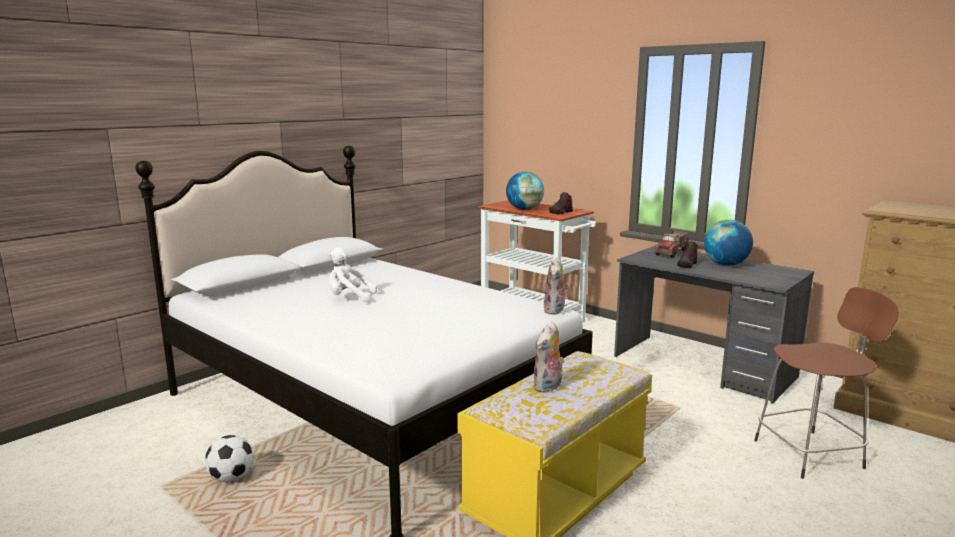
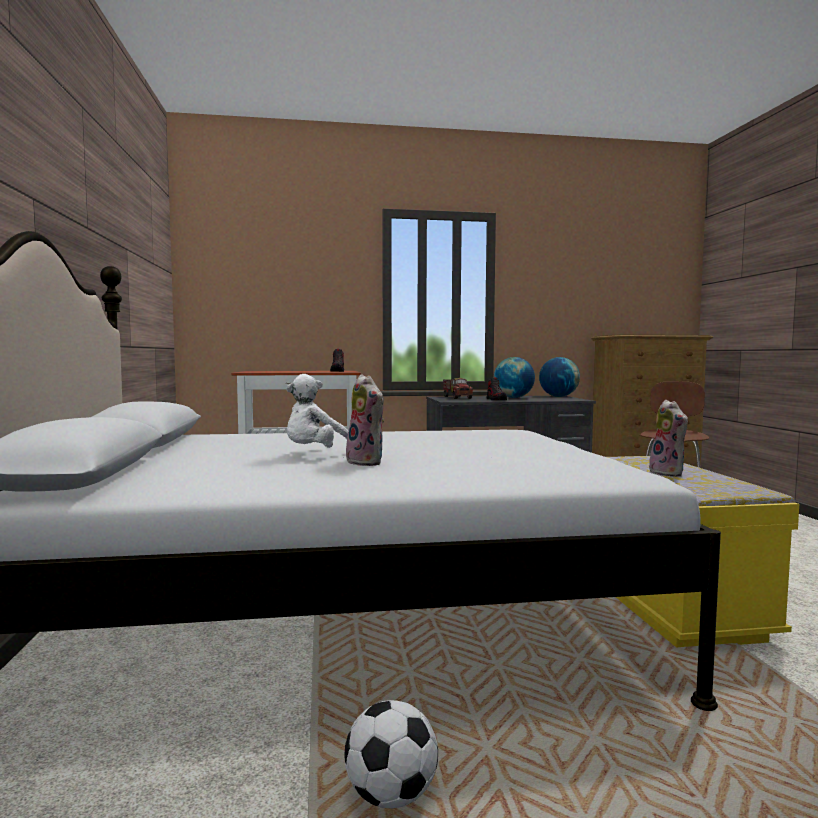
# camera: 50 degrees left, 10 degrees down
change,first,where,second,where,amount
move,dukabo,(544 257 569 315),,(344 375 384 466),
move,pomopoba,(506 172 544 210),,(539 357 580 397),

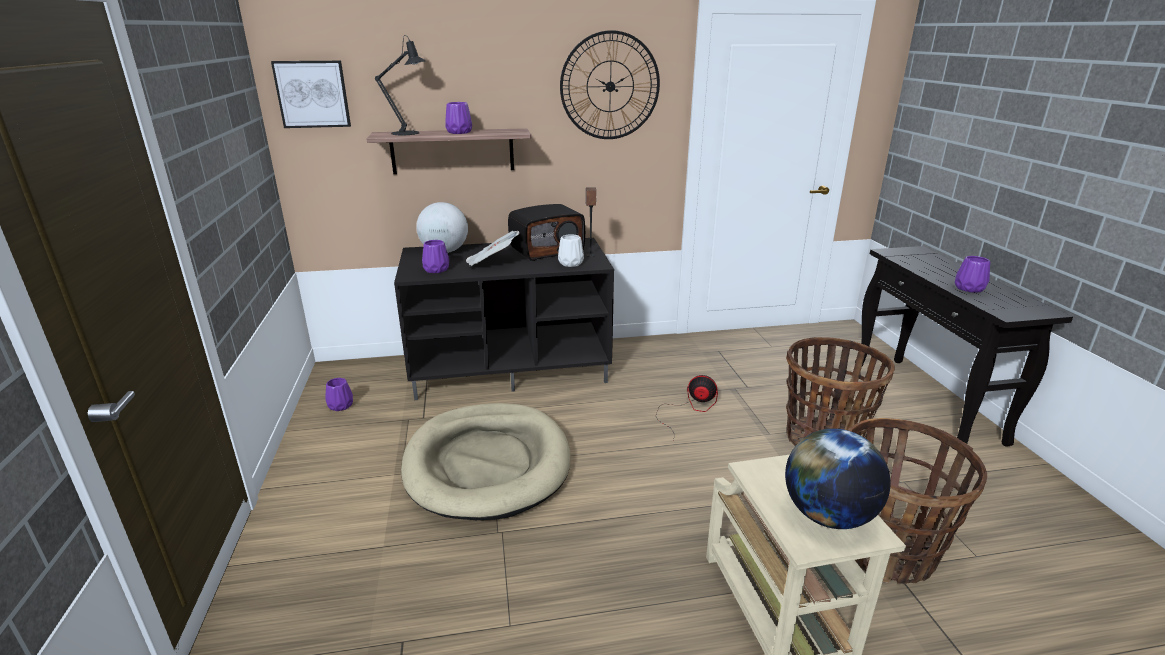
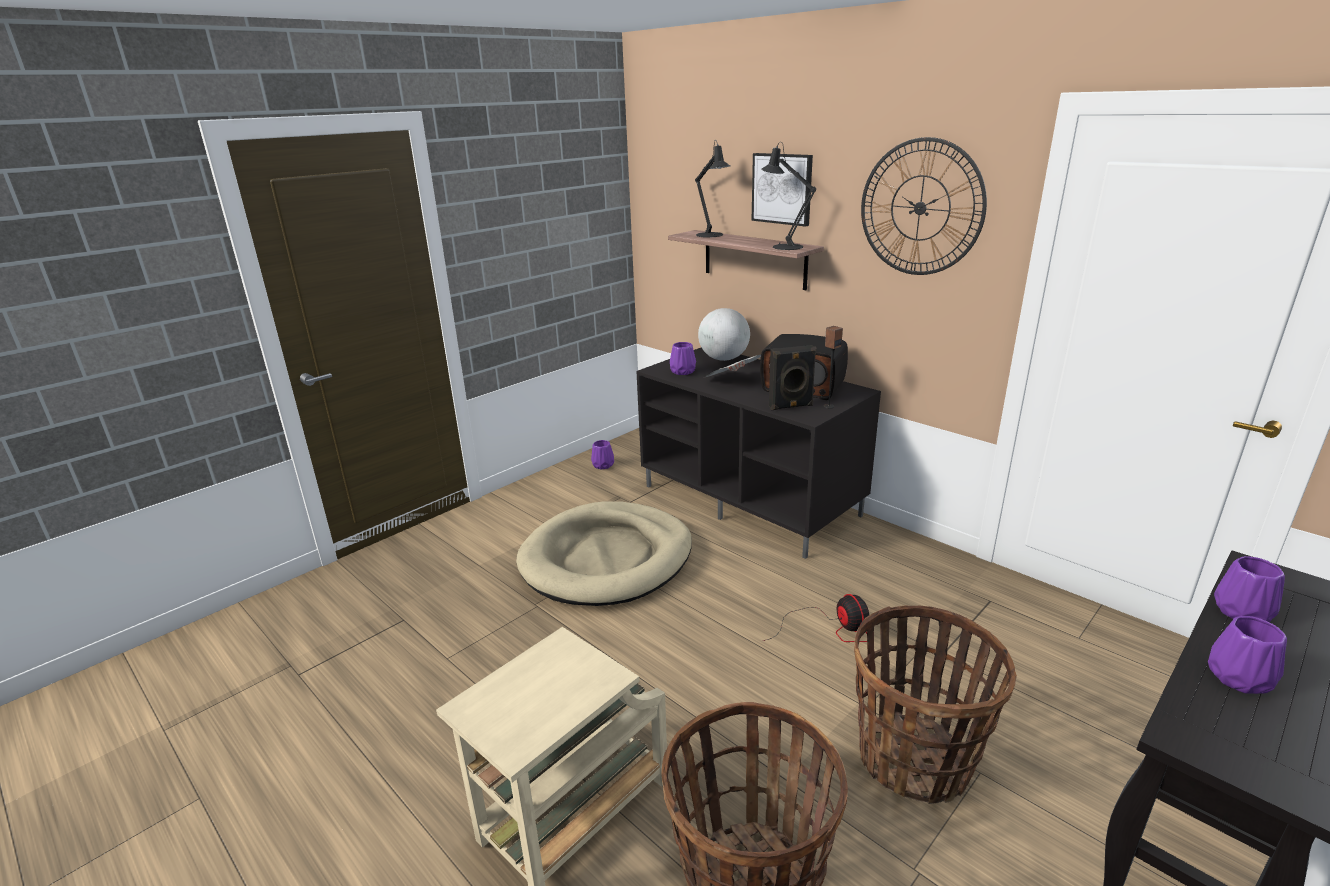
# camera: 55 degrees right, 0 degrees up
change,first,where,second,where,amount
move,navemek,(271 61 351 128),,(752 153 813 227),
insert,,,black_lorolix,(761 142 816 250),
replace,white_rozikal,(558 234 584 267),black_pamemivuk,(769 345 817 410),
move,purple_rozikal,(445 102 472 134),,(1214 556 1285 622),
delete,pomopoba,(785 428 891 529),,,

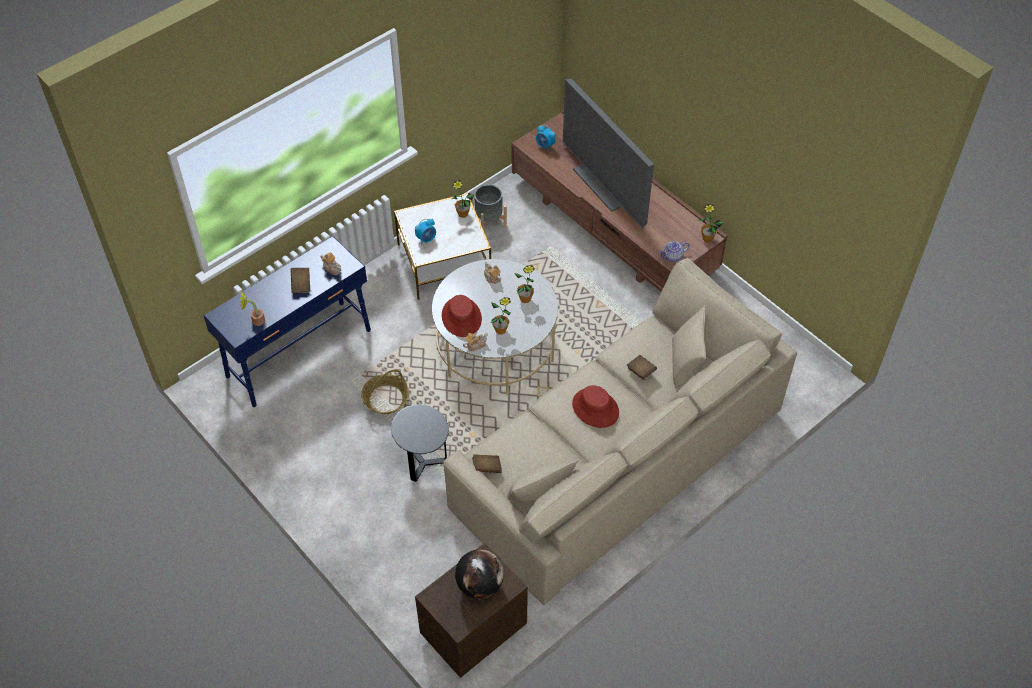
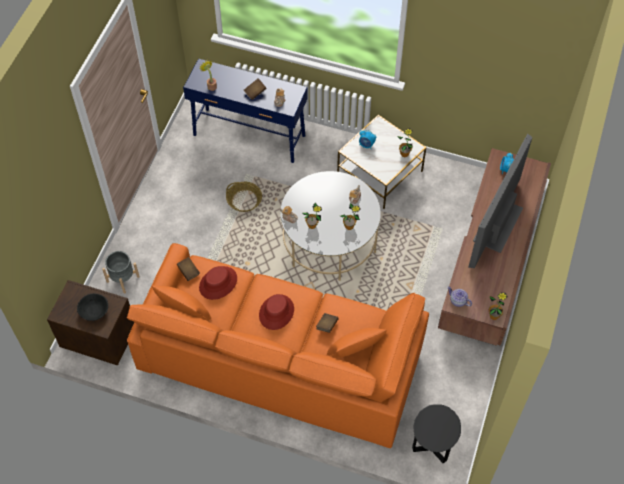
# camera: 60 degrees right, 5 degrees up
change,first,where,second,where,amount
replace,pomopoba,(455 549 504 599),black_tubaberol,(77 293 108 321),
move,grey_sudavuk,(471 184 507 230),,(102 251 140 293),
recolor,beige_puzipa,(443 258 797 605),orange_puzipa,(127 243 429 448),
move,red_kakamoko,(442 295 482 337),,(199 266 237 300),
move,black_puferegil,(391 404 449 482),,(412 404 461 463),

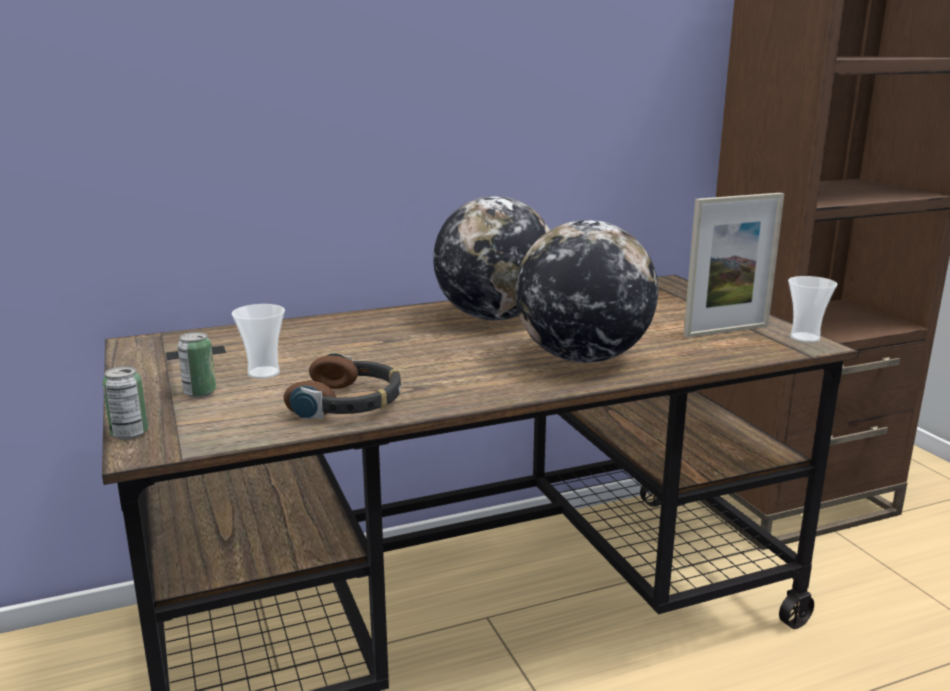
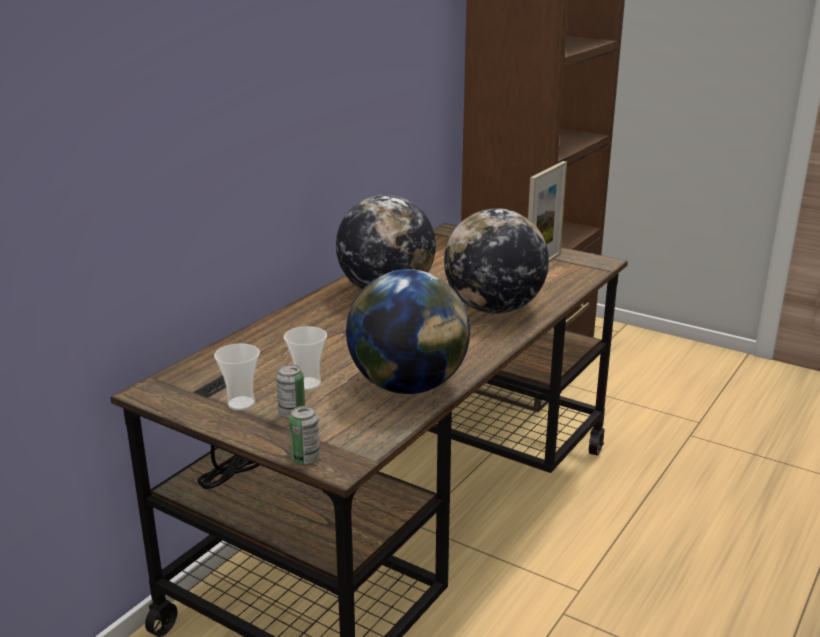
# camera: 35 degrees left, 5 degrees up
change,first,where,second,where,amount
move,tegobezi,(788 276 838 343),,(214 343 260 411),
replace,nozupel,(284 353 401 420),pomopoba,(346 269 470 394),

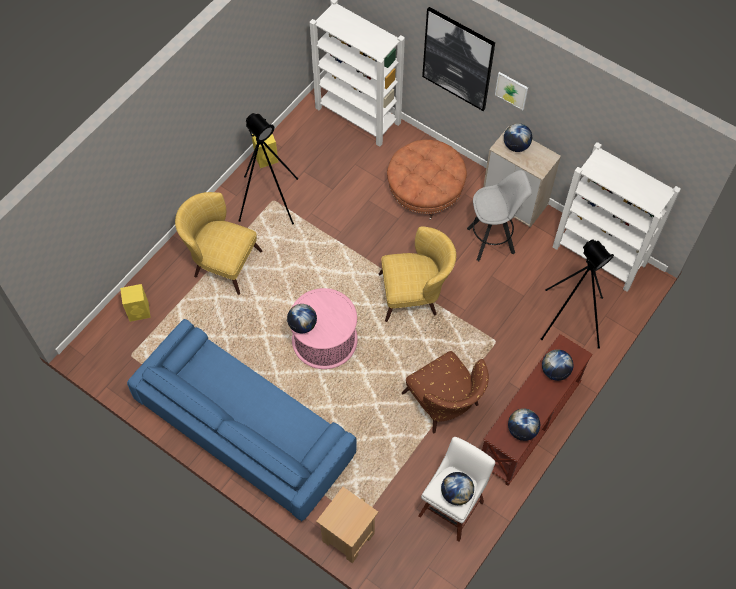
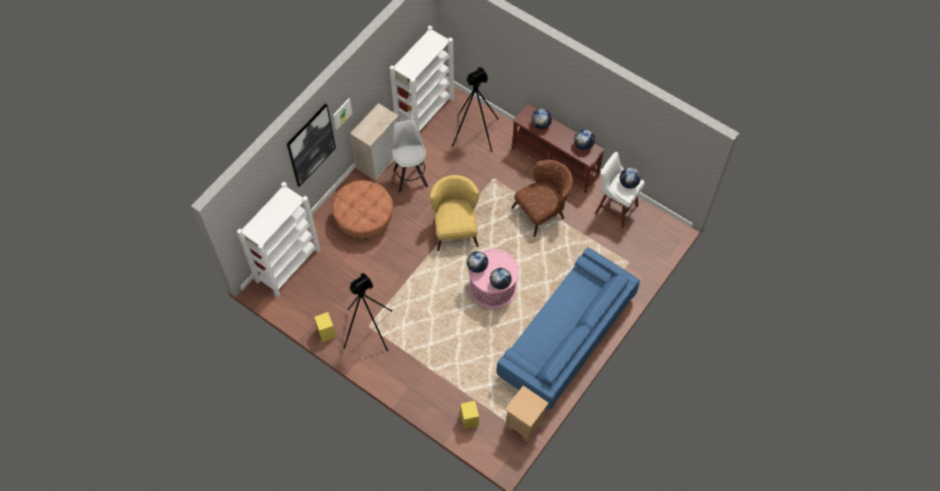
# camera: 90 degrees left, 0 degrees up
change,first,where,second,where,amount
move,pomopoba,(504 123 532 152),,(467 251 488 273),
move,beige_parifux,(316 487 378 563),,(505 386 549 442),
delete,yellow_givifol,(175 192 262 295),,,

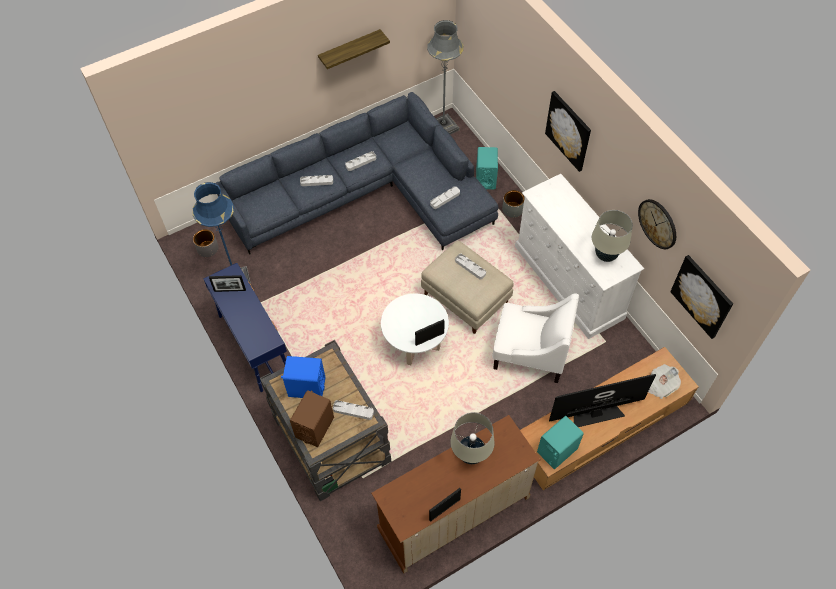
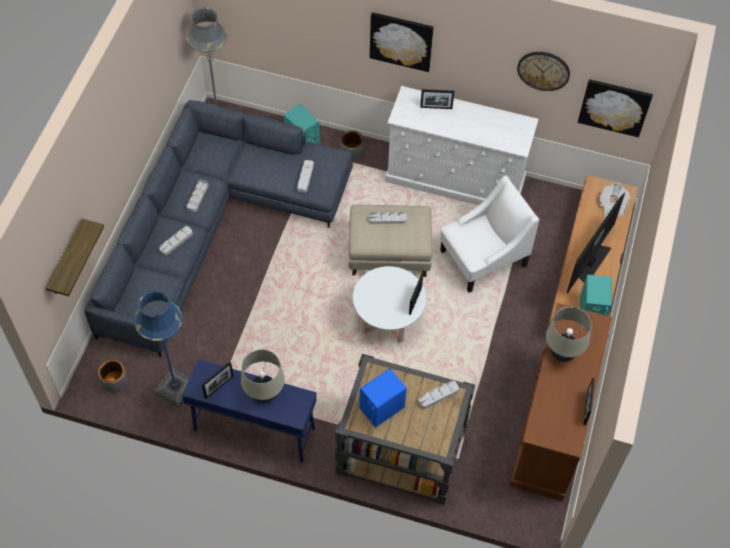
# camera: 45 degrees left, 0 degrees up
change,first,where,second,where,amount
move,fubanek,(318 29 390 69),,(46 219 104 296),
move,beige_lorolix,(592 210 633 262),,(241 350 285 404),
insert,,,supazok,(420 89 454 109),
delete,brown_pamemivuk,(290 390 334 447),,,

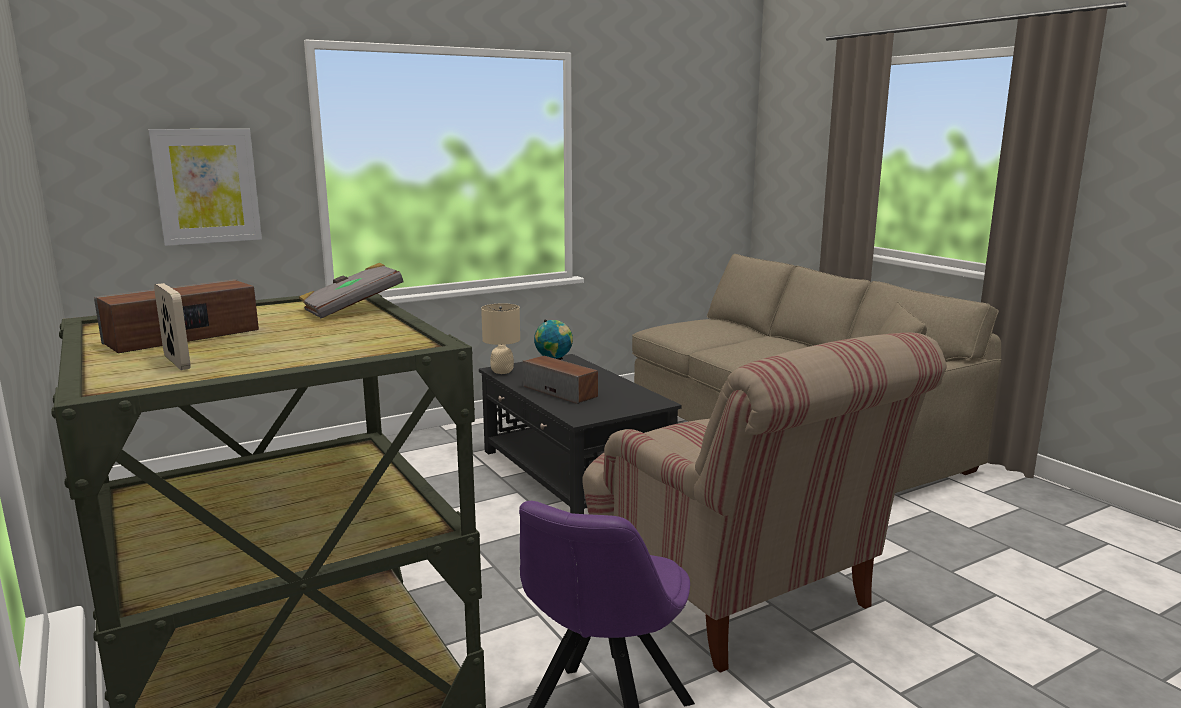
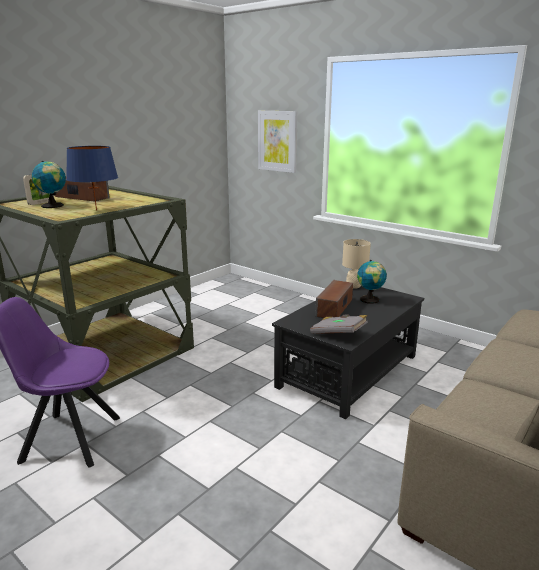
# camera: 70 degrees right, 5 degrees up
change,first,where,second,where,amount
insert,,,pomopoba,(32 161 66 208),
insert,,,blue_lorolix,(66 146 118 211),
move,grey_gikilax,(299 262 403 318),,(310 314 368 334),
delete,beige_givifol,(582 333 947 673),,,

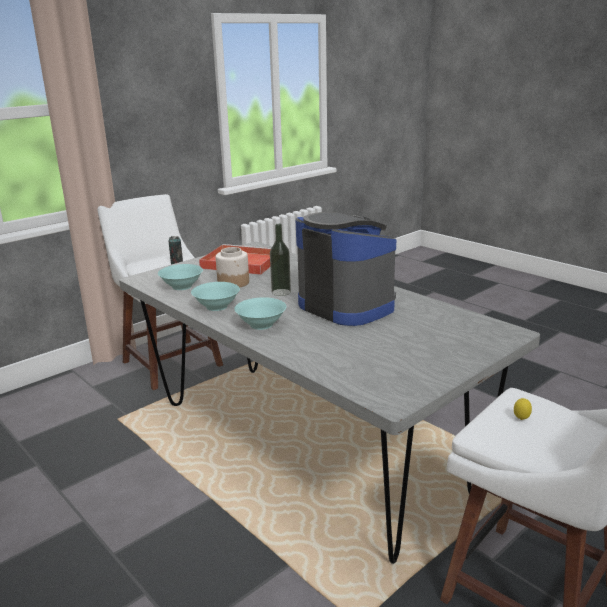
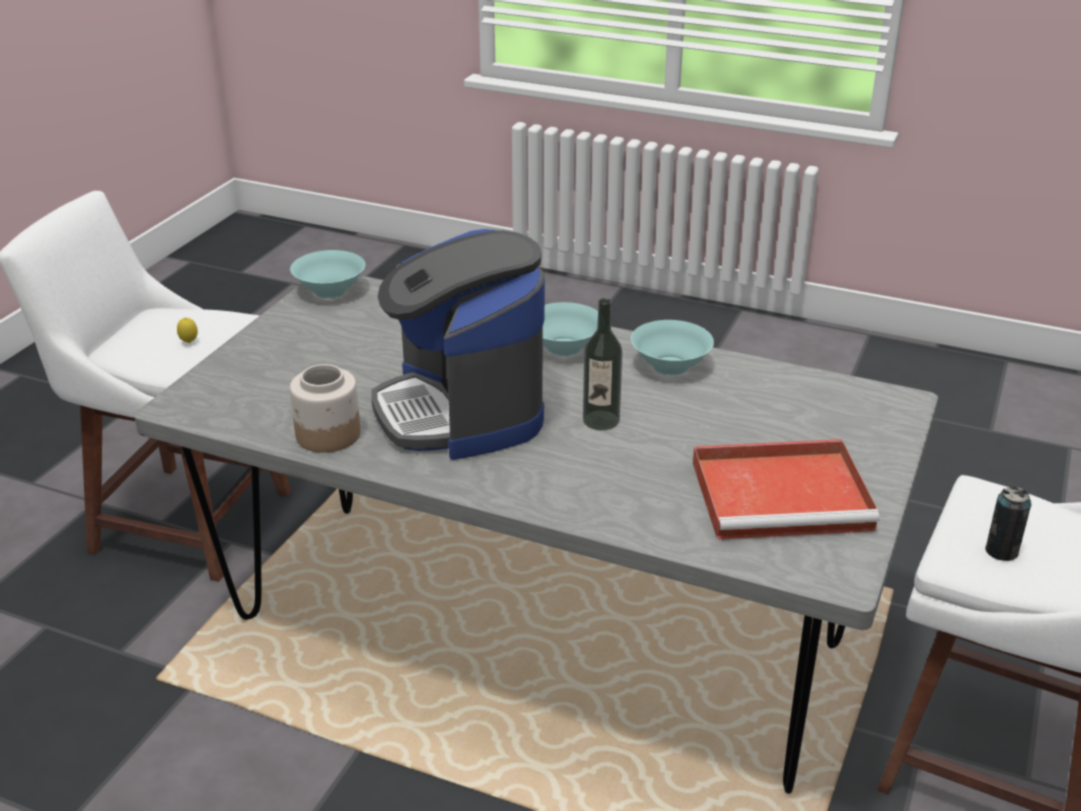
# camera: 155 degrees right, 10 degrees up
change,first,where,second,where,amount
move,turquoise_tubaberol,(158 264 203 290),,(290 250 365 299),
move,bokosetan,(216 247 249 287),,(290 364 360 453),
rotate,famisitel,(296 212 396 326),,(371 229 545 460),45 degrees clockwise

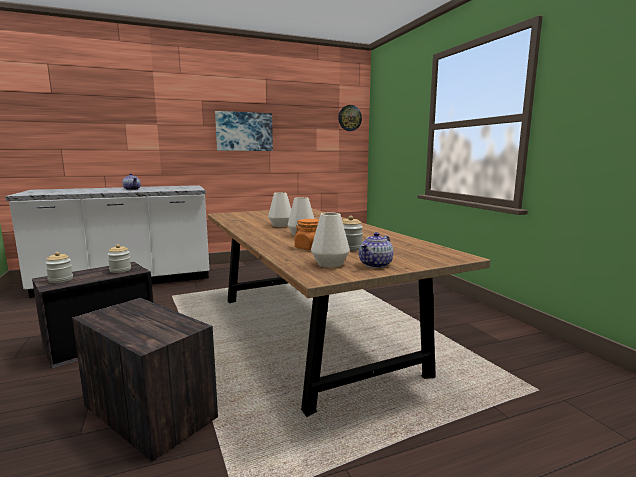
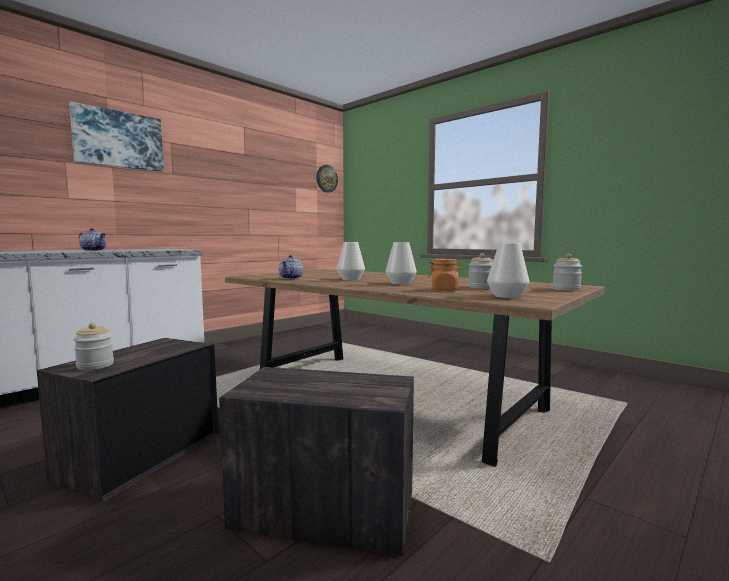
# camera: 25 degrees left, 5 degrees down
change,first,where,second,where,amount
move,navemek,(215 111 273 151),,(69 101 164 172),
move,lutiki,(359 232 393 268),,(279 255 303 279),
move,bokosetan,(107 244 131 273),,(552 254 583 291),

